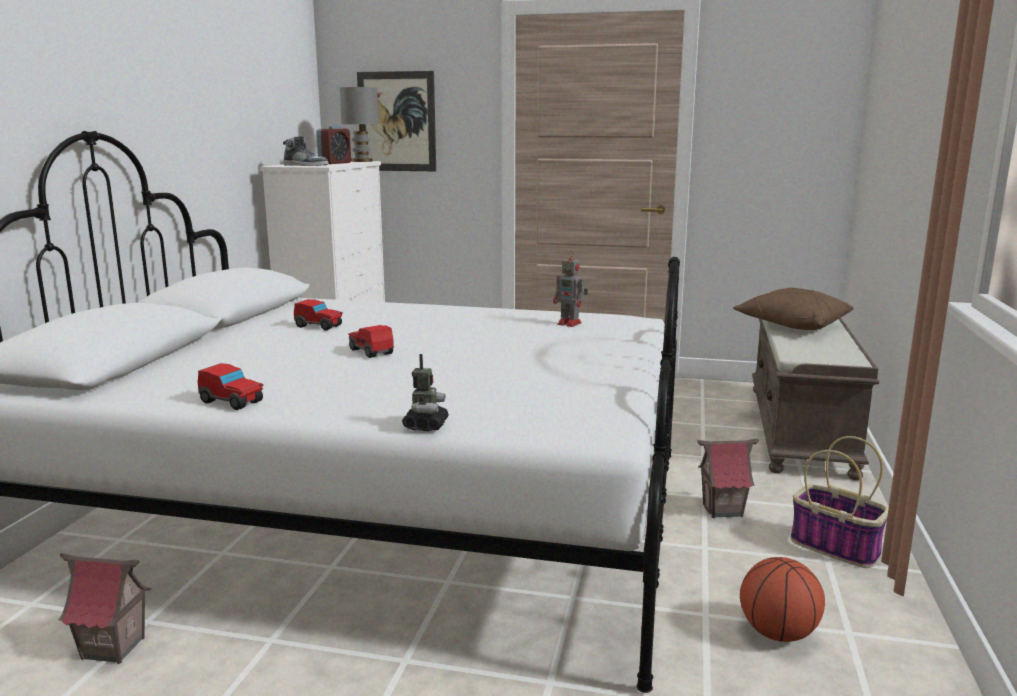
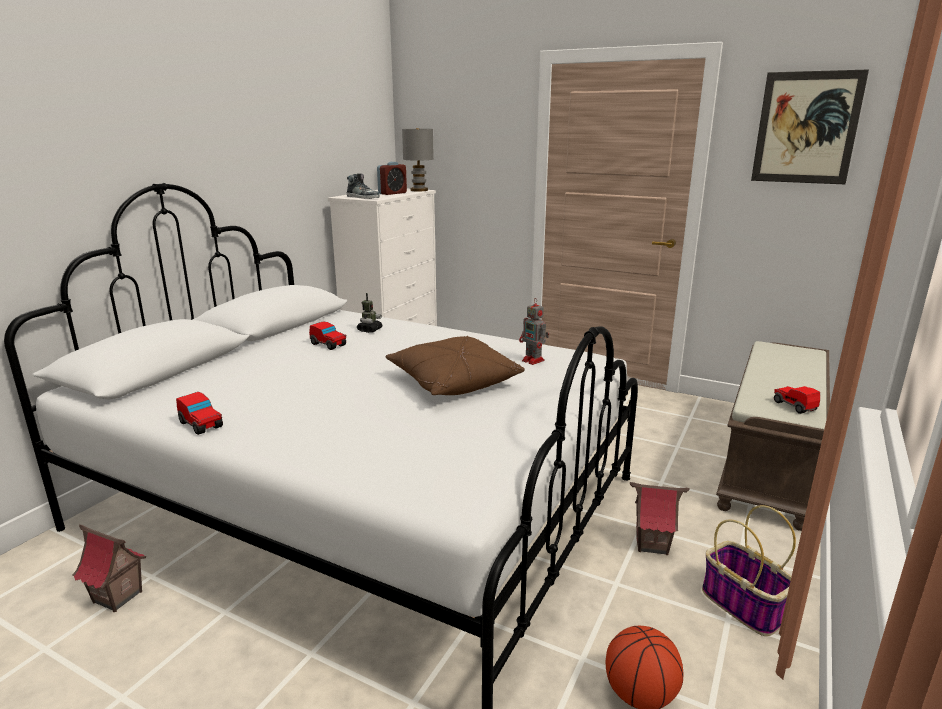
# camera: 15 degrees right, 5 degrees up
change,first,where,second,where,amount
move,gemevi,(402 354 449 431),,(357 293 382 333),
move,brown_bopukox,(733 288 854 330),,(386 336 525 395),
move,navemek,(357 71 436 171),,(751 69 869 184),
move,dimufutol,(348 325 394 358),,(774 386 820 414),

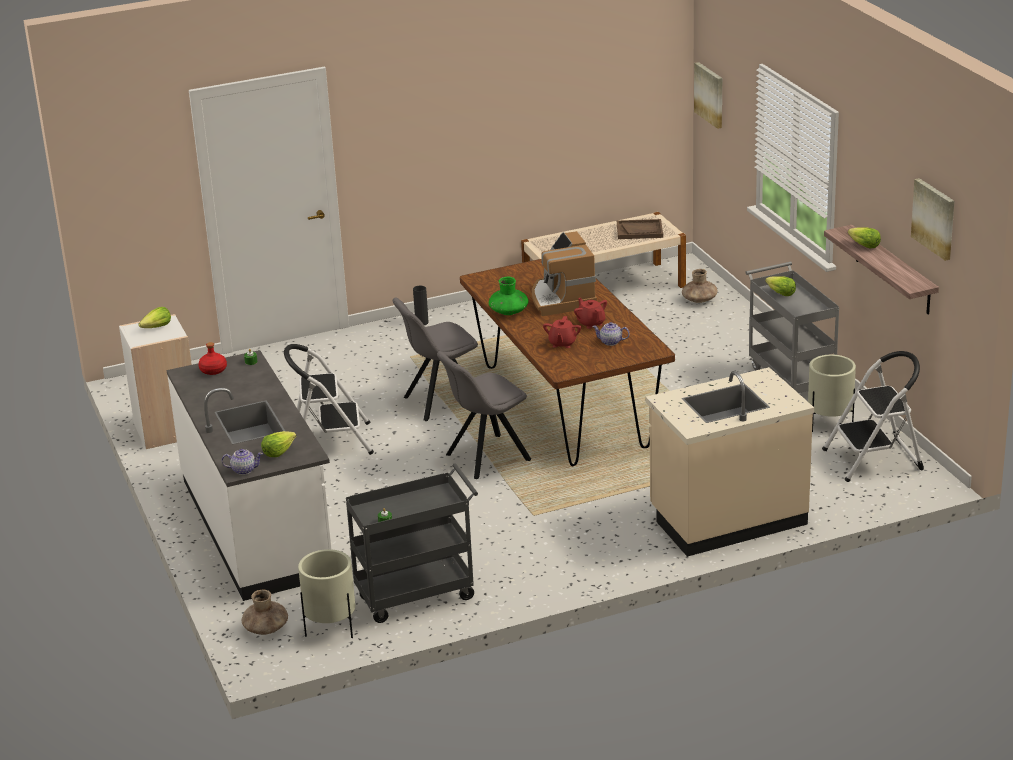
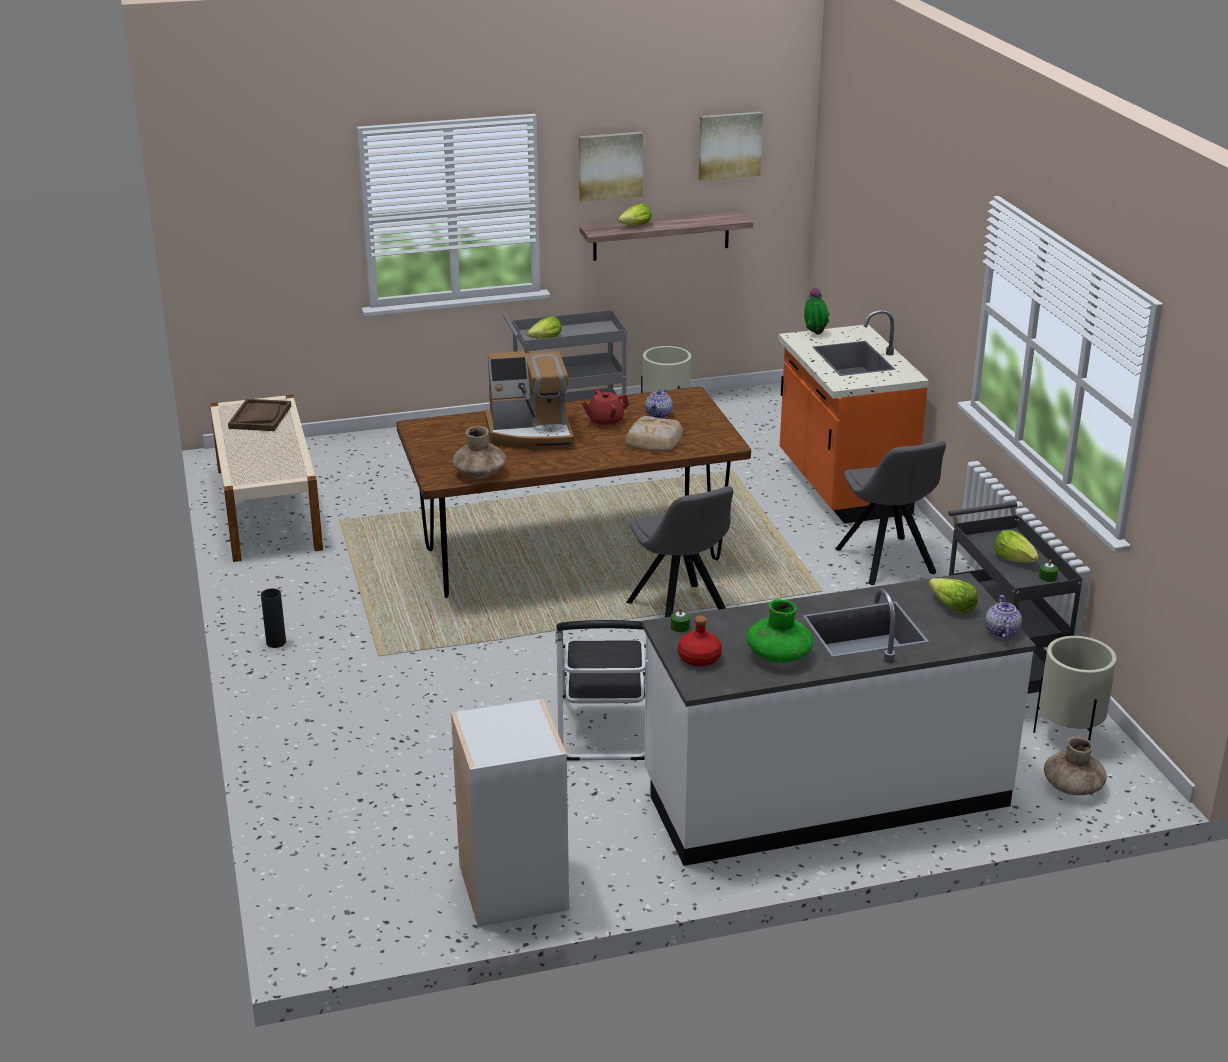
# camera: 85 degrees left, 0 degrees up
change,first,where,second,where,amount
move,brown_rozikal,(682 269 717 303),,(453 426 506 478),
move,navemek,(694 62 722 129),,(579 132 643 202),
replace,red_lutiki,(543 316 581 348),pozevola,(625 416 683 452),
move,green_rozikal,(489 277 528 315),,(747 599 813 663),
recolor,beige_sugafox,(646 367 814 557),orange_sugafox,(778 310 929 524),
insert,,,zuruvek,(804 288 830 335),
move,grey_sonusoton,(393 297 478 421),,(835 441 946 585),
move,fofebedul,(138 307 171 328),,(994 530 1039 562),
delete,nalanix,(822 351 924 482),,,

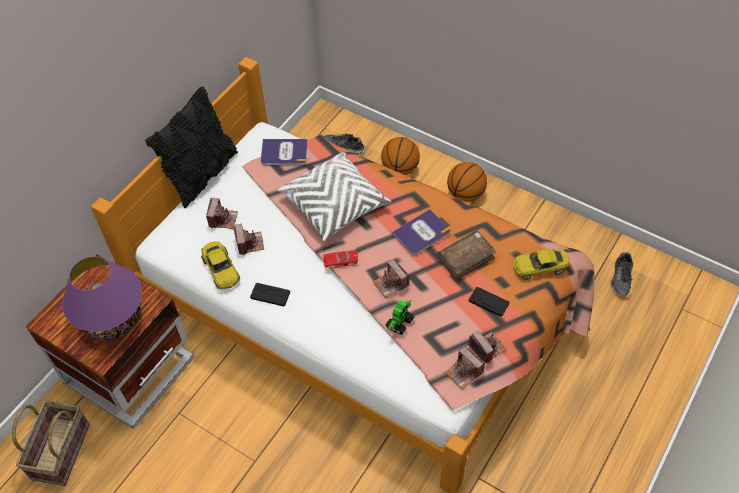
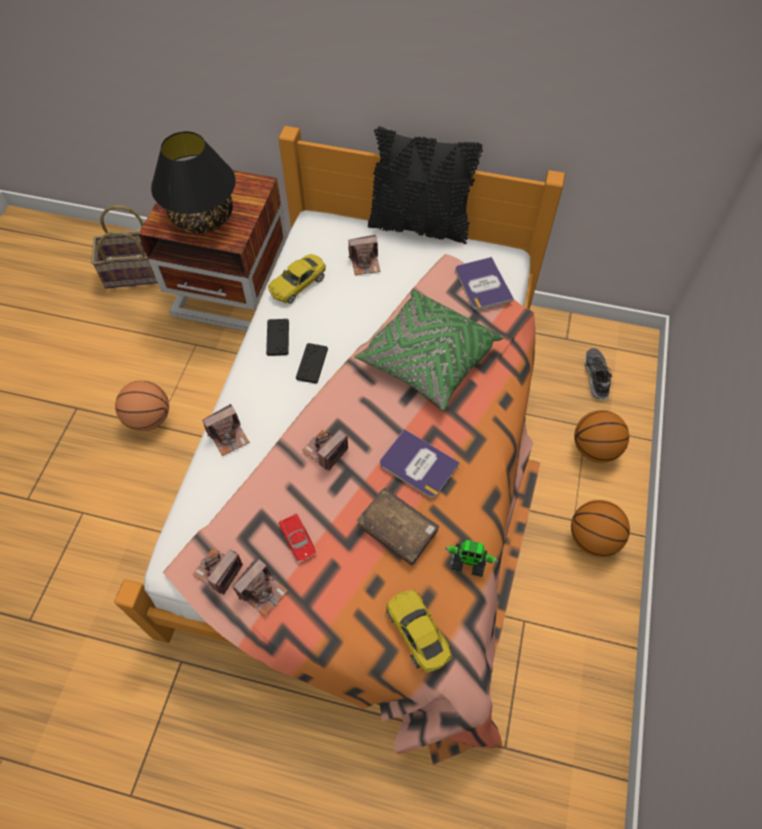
# camera: 70 degrees right, 5 degrees up
change,first,where,second,where,amount
insert,,,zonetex,(115 381 169 431),
recolor,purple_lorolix,(62 256 142 341),black_lorolix,(151 131 236 234),
move,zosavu,(233 224 264 255),,(202 404 249 456),
move,red_dimufutol,(323 251 358 268),,(279 514 316 562),
move,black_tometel,(469 287 510 317),,(296 343 328 384),
recolor,white_bopukox,(278 152 391 241),green_bopukox,(354 290 504 411),
move,gemevi,(385 300 414 334),,(445 540 499 577),
delete,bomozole,(611 252 633 296),,,

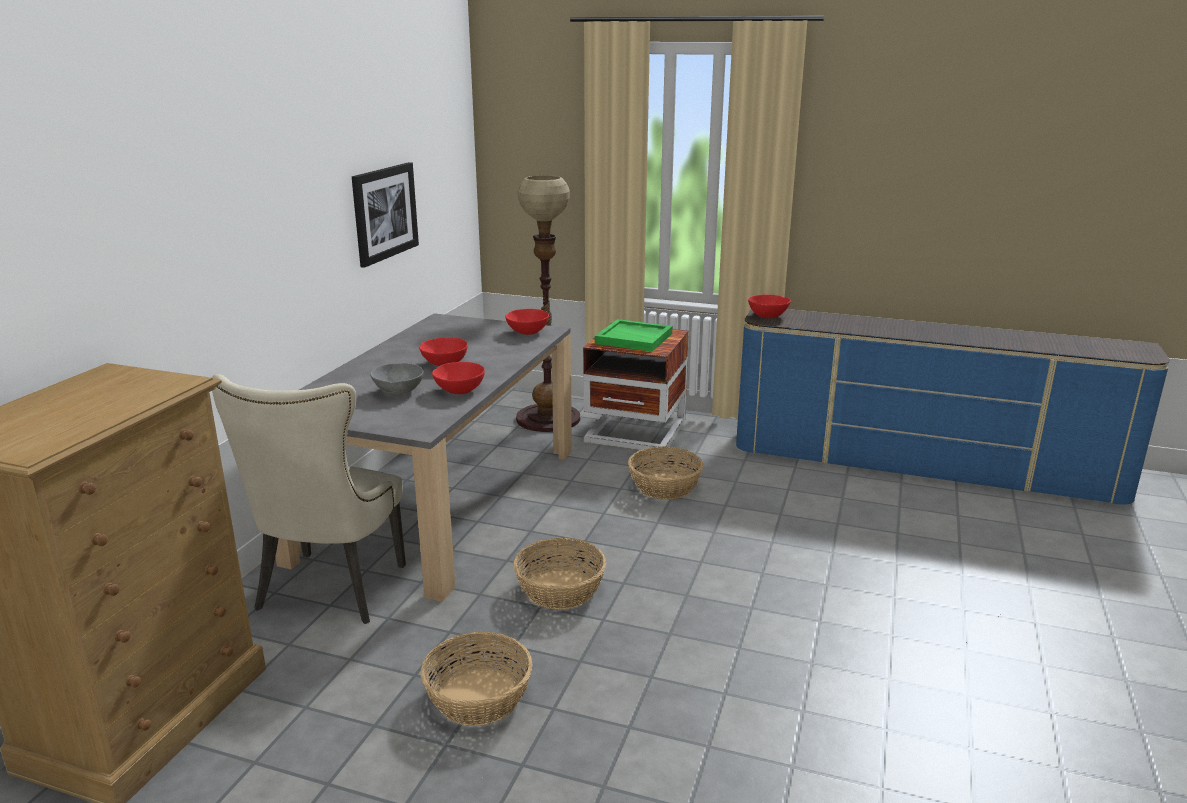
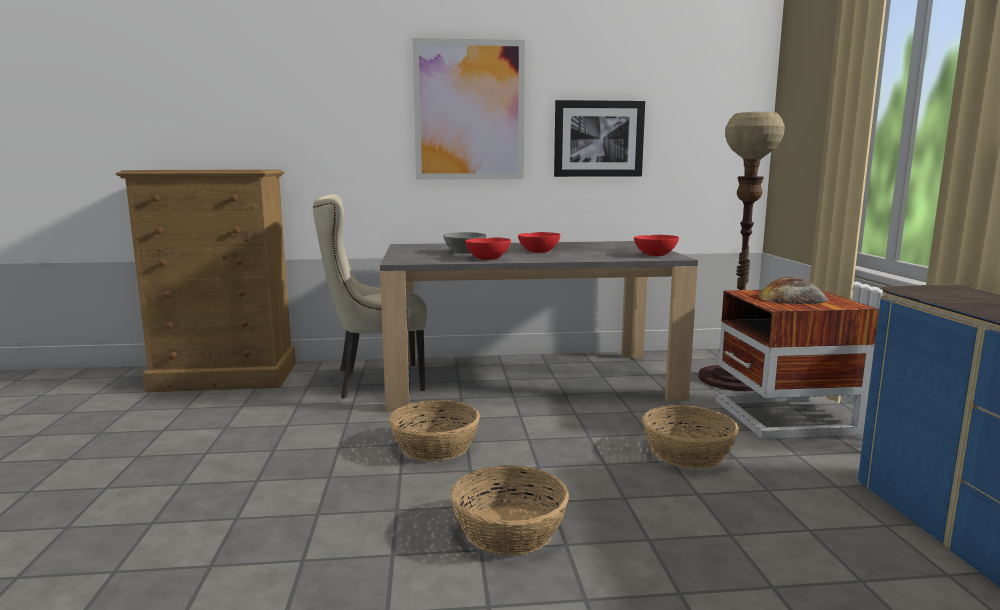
# camera: 65 degrees right, 10 degrees down
change,first,where,second,where,amount
insert,,,navemek,(412 38 525 180),
move,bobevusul,(420 632 533 726),,(450 465 569 555),
replace,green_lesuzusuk,(595 319 672 352),pozevola,(758 277 828 304),
delete,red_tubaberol,(748 295 791 318),,,

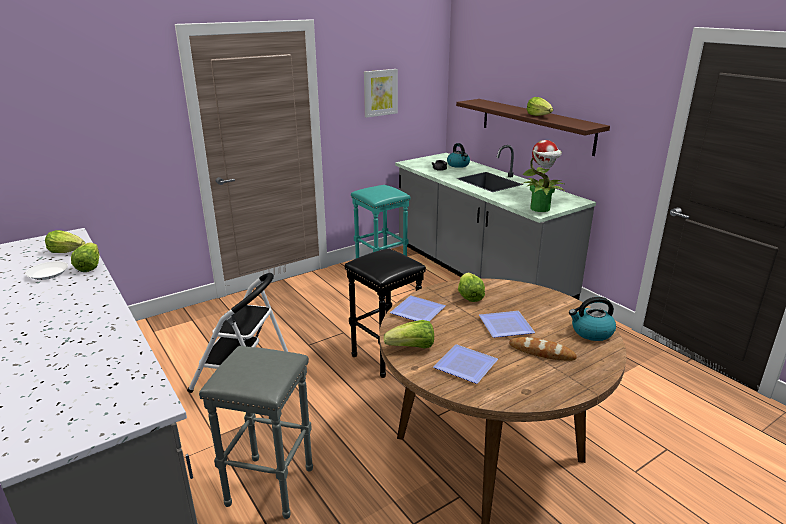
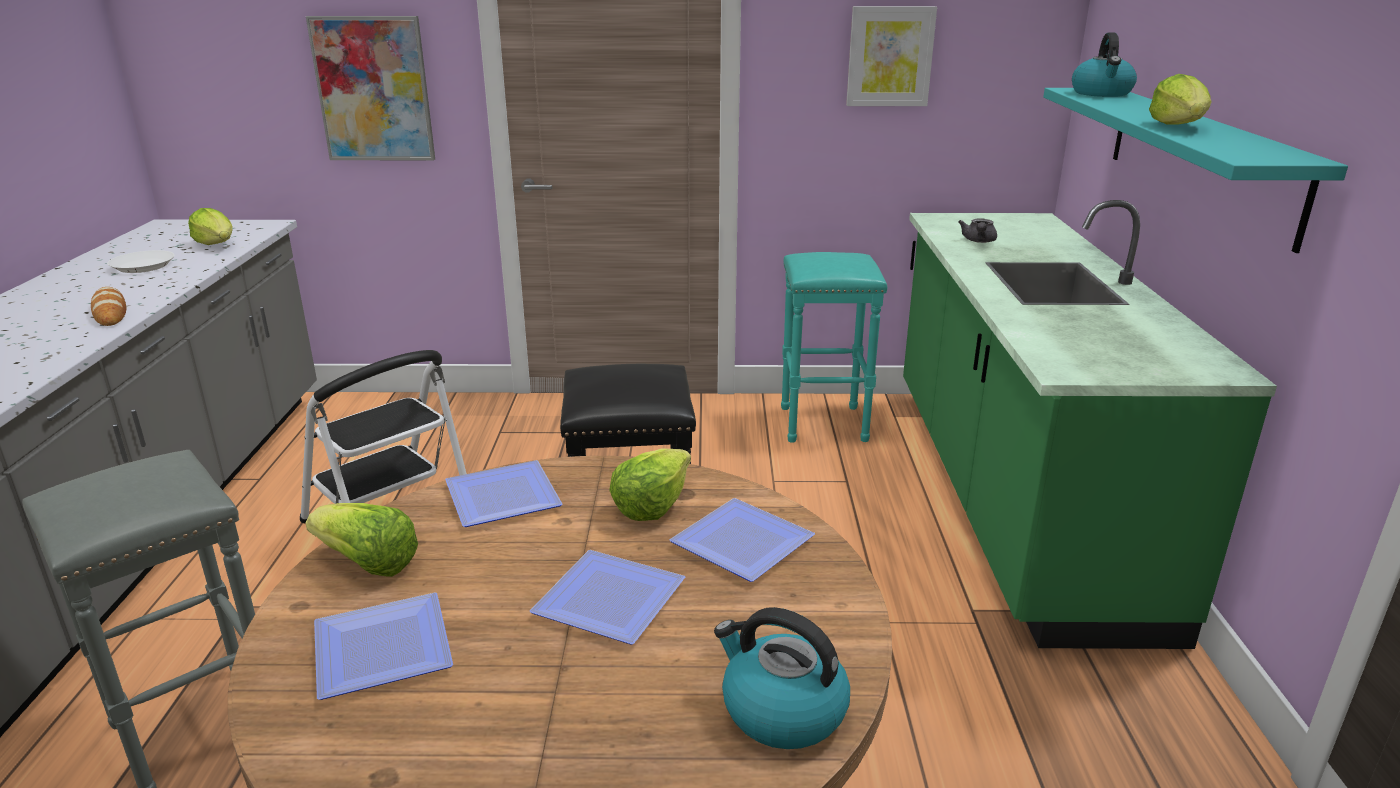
# camera: 35 degrees right, 0 degrees up
change,first,where,second,where,amount
move,pozevola,(509 337 577 361),,(91 287 126 326),
insert,,,navemek,(306 16 435 160),
insert,,,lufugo,(669 498 815 582),
recolor,grey_sugafox,(395 145 596 300),green_sugafox,(903 200 1277 649),
recolor,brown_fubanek,(456 99 610 156),turquoise_fubanek,(1043 88 1348 253),
move,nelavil,(447 143 470 168),,(1072 32 1137 97),
delete,fofebedul,(71 242 99 272),,,
delete,zuruvek,(521 140 565 212),,,

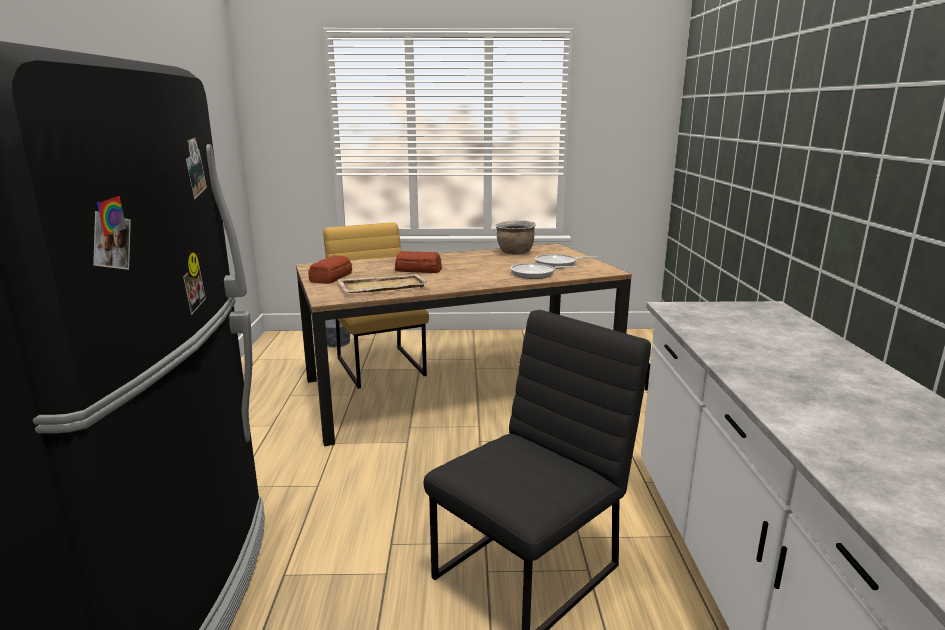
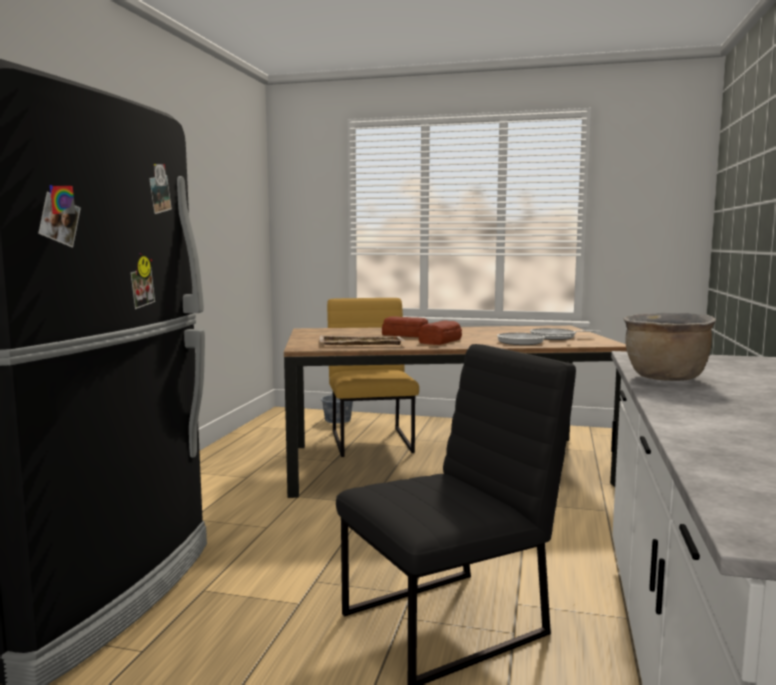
# camera: 15 degrees right, 10 degrees down
change,first,where,second,where,amount
move,pozevola,(308 255 352 284),,(419 320 462 345),
move,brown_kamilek,(495 221 536 254),,(624 313 716 381),

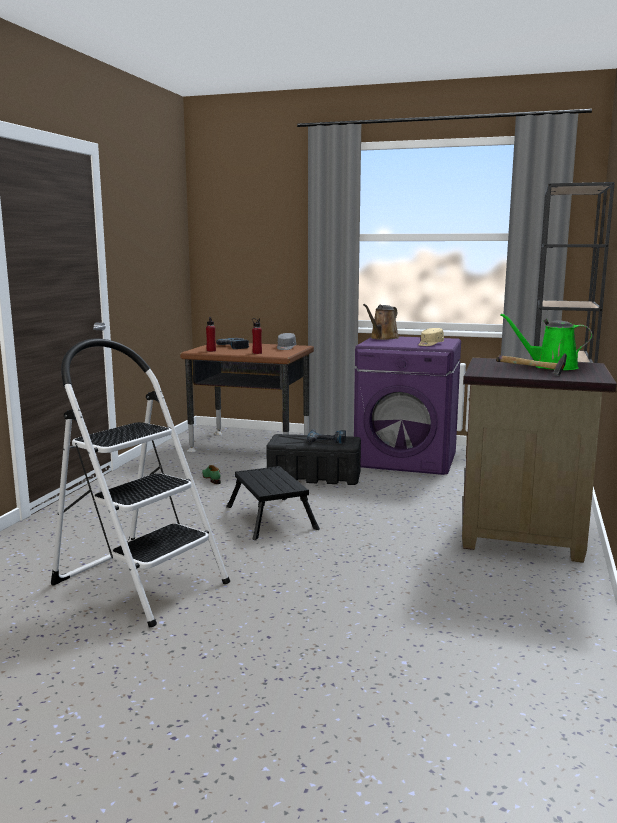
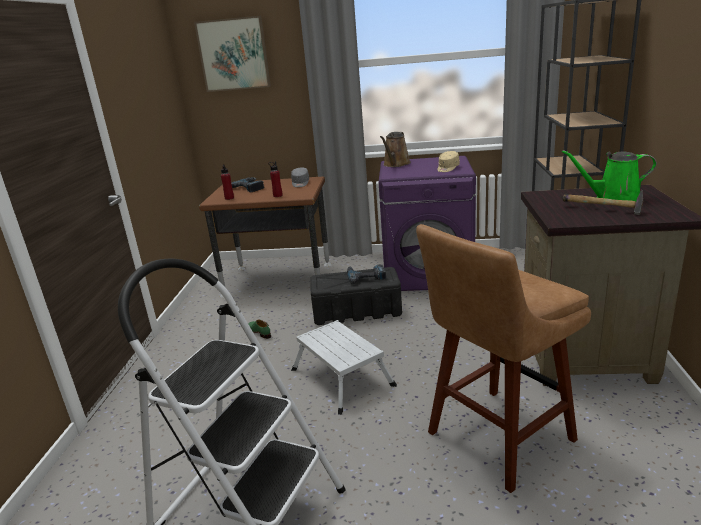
# camera: 10 degrees left, 10 degrees up
change,first,where,second,where,amount
insert,,,navemek,(194 16 271 92),
recolor,black_nalanix,(226 466 320 540),white_nalanix,(291 320 397 415),
insert,,,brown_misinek,(416 224 591 493),

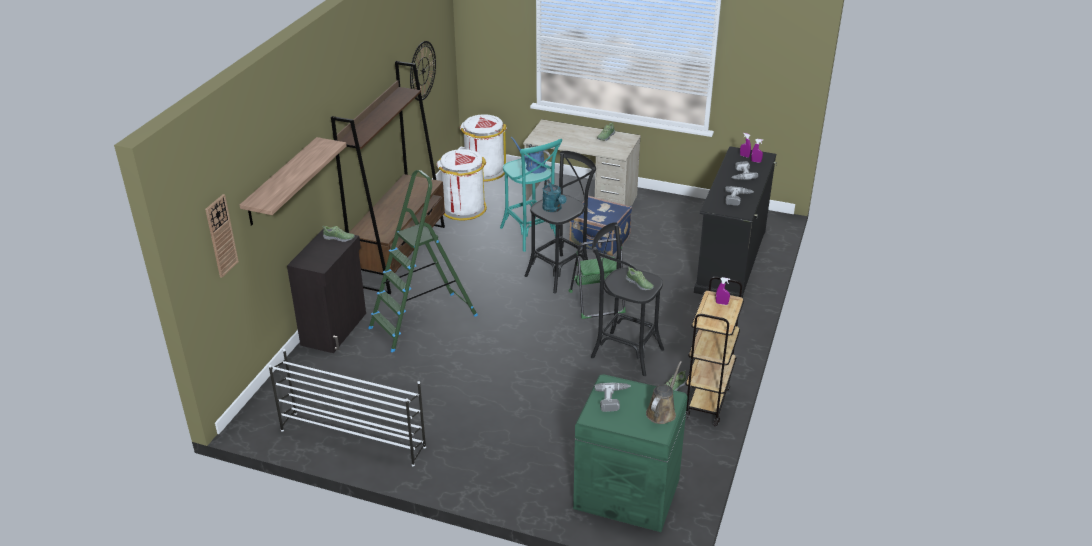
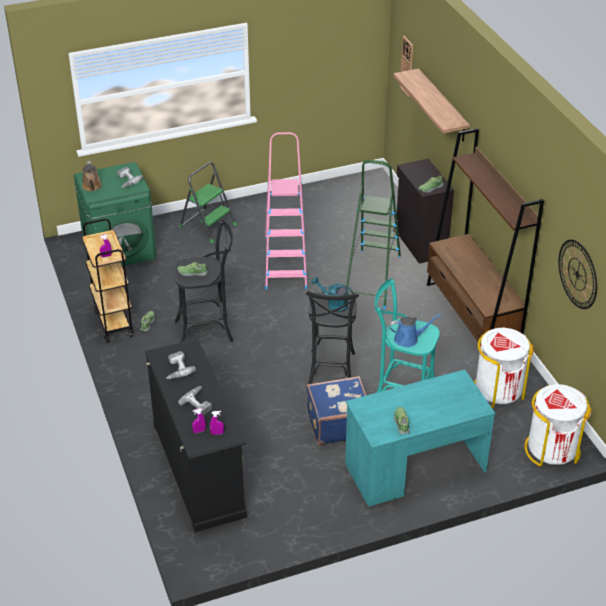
# camera: 140 degrees right, 5 degrees up
change,first,where,second,where,amount
move,green_nalanix,(568 238 625 319),,(179 162 237 243),
insert,,,pink_nalanix,(265 132 307 290),
recolor,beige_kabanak,(523 119 641 206),turquoise_kabanak,(345 369 496 507),
delete,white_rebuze,(269 349 426 466),,,

